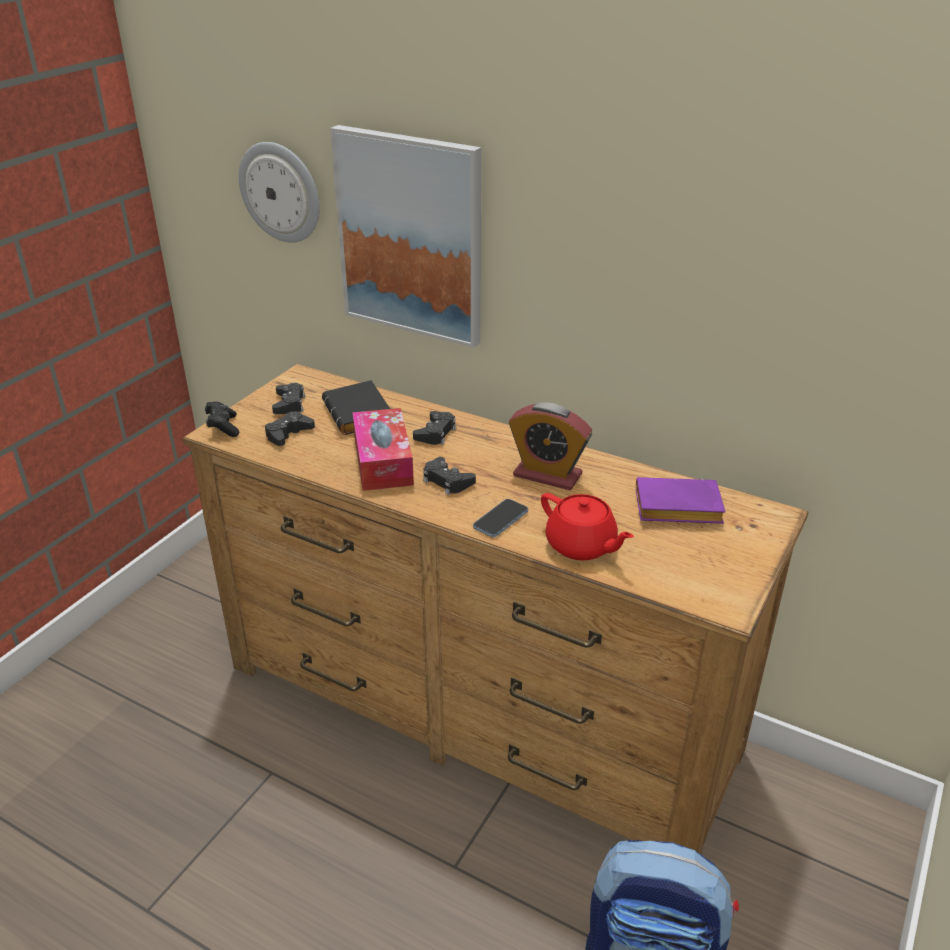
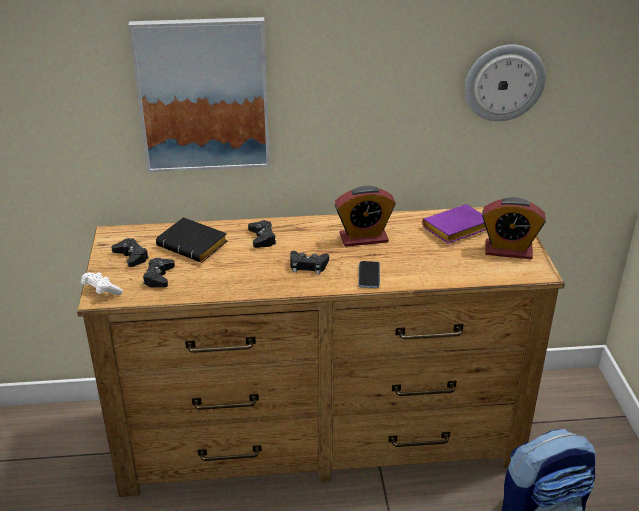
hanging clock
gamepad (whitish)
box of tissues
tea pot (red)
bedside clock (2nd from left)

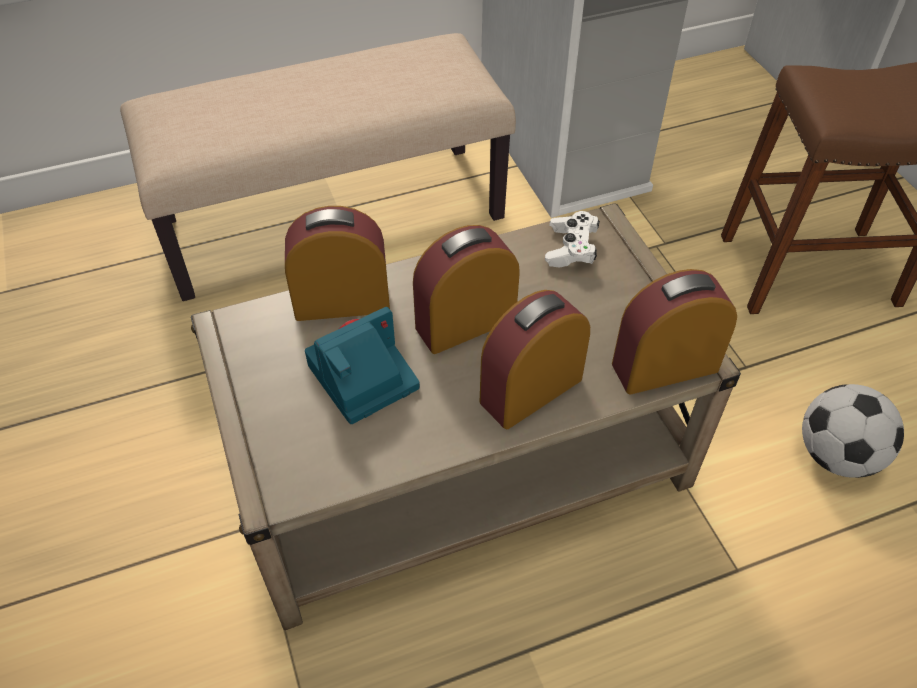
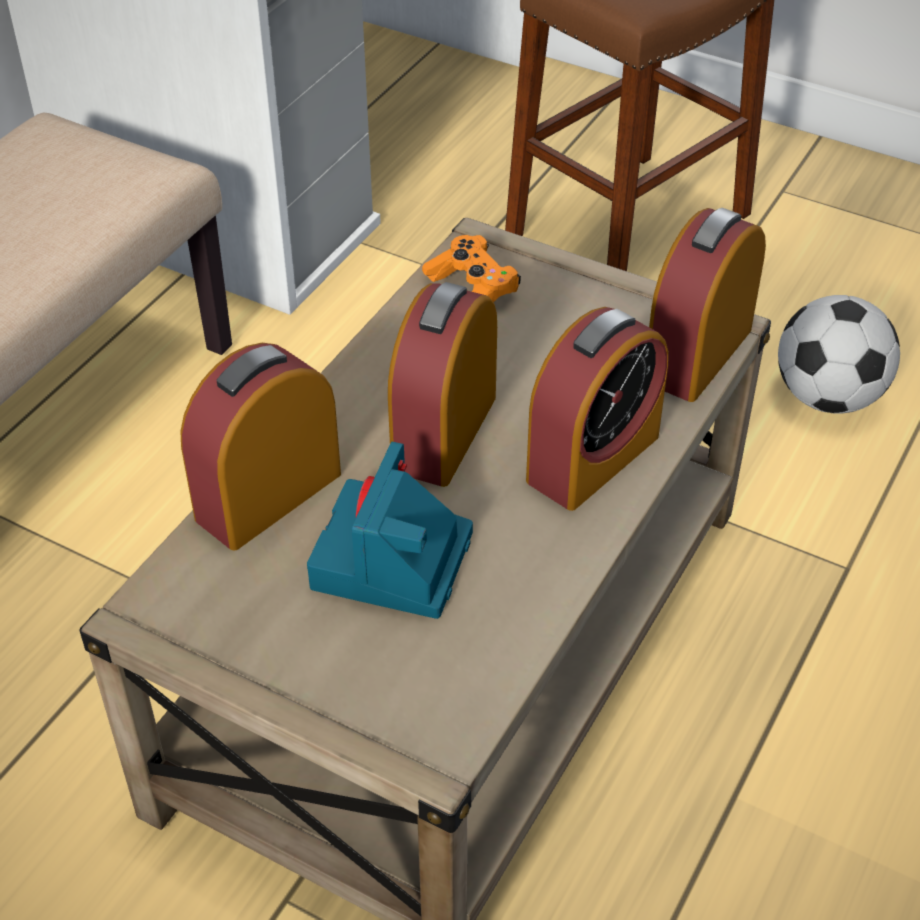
gamepad (orange)
bedside clock (3rd from left)

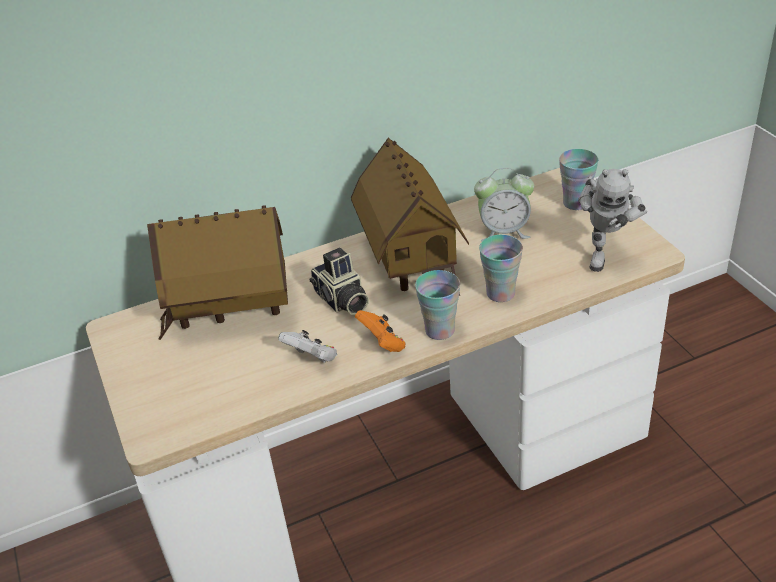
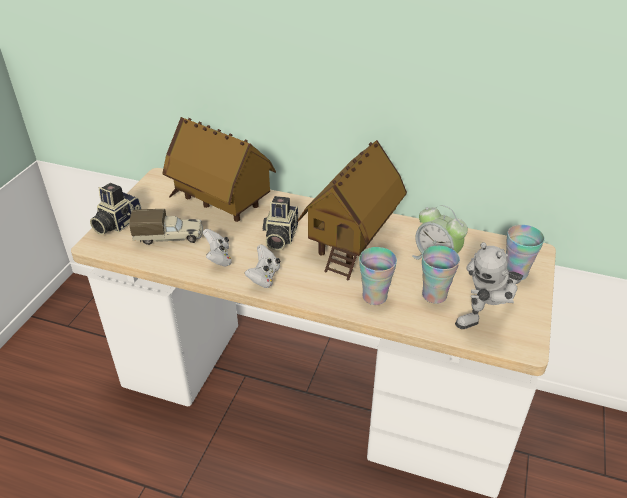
small cup (2nd from left)
gamepad (whitish) (2nd from left)
still camera (1st from left)
toy truck

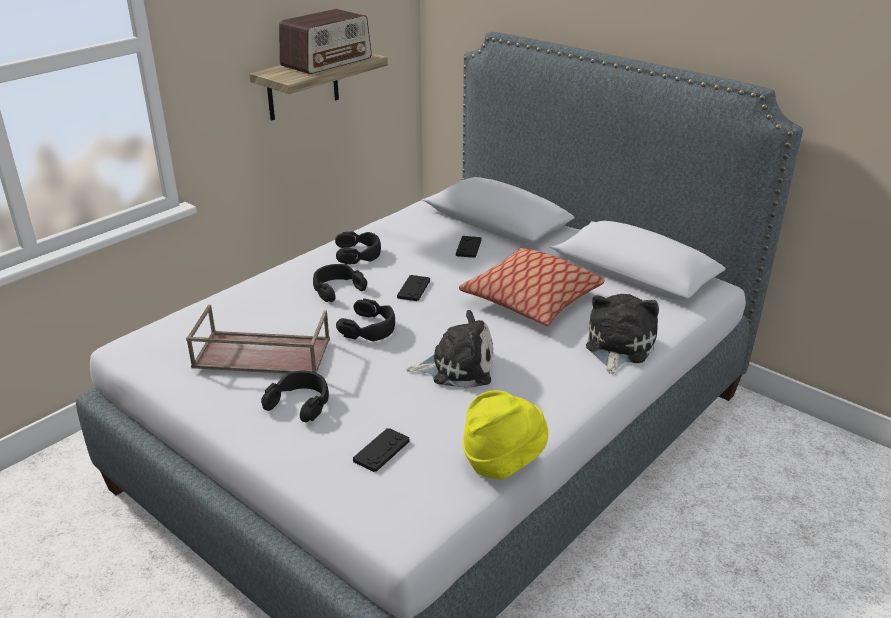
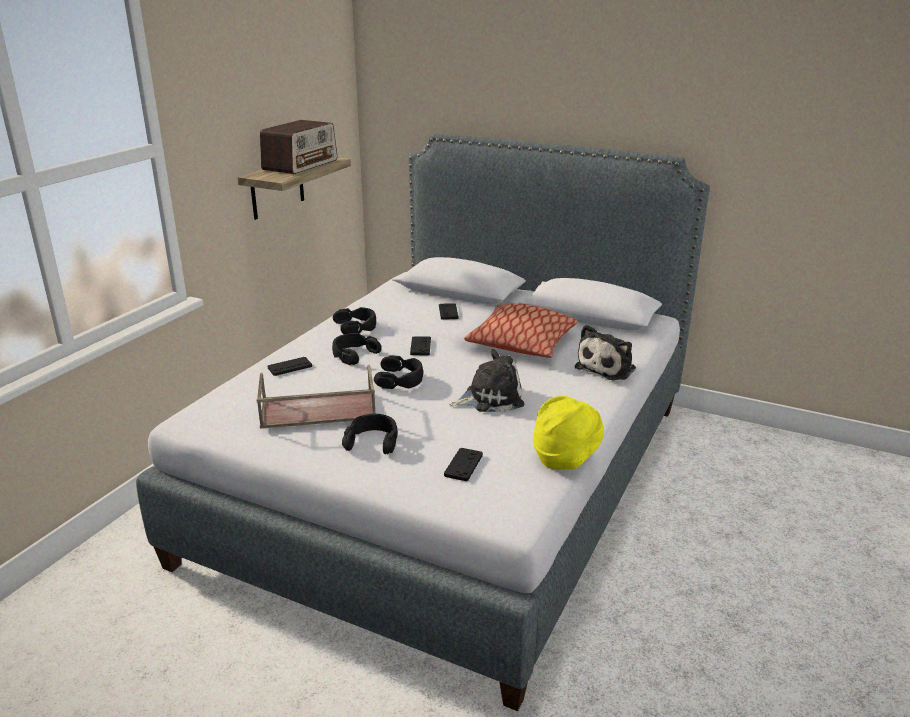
soft toy (2nd from left)
gamepad (black) (1st from left)

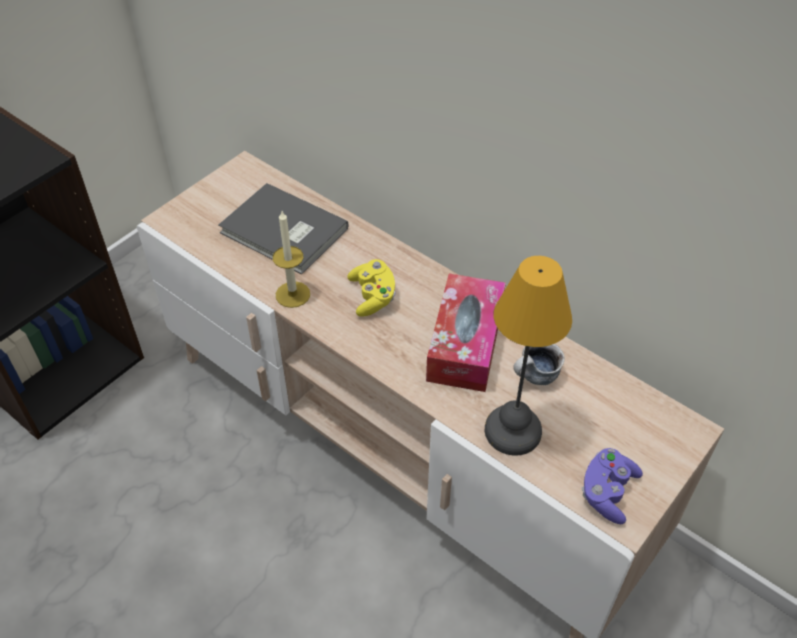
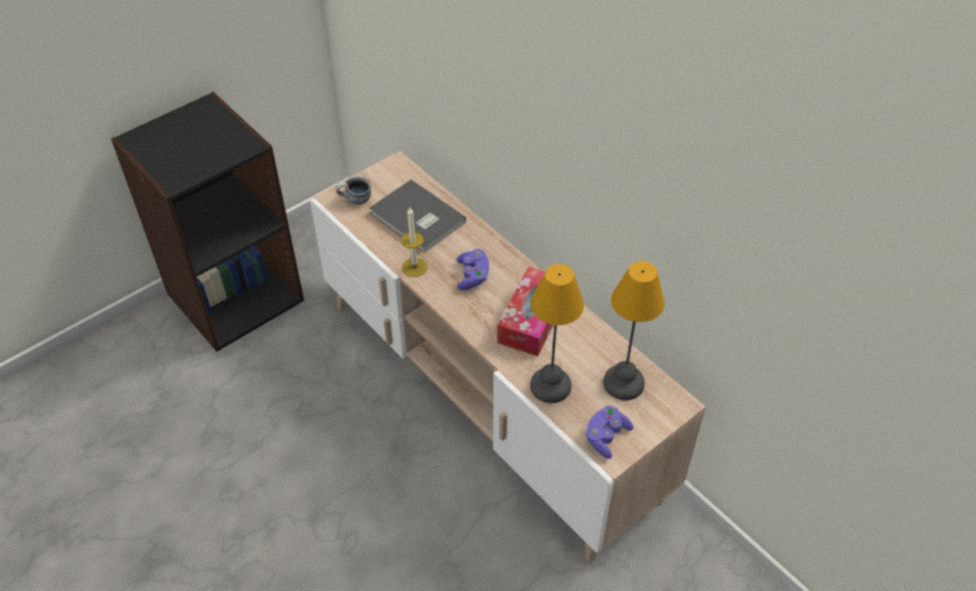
gamepad (purplish) (1st from left)
coffee mug
lamp for a table (2nd from left)

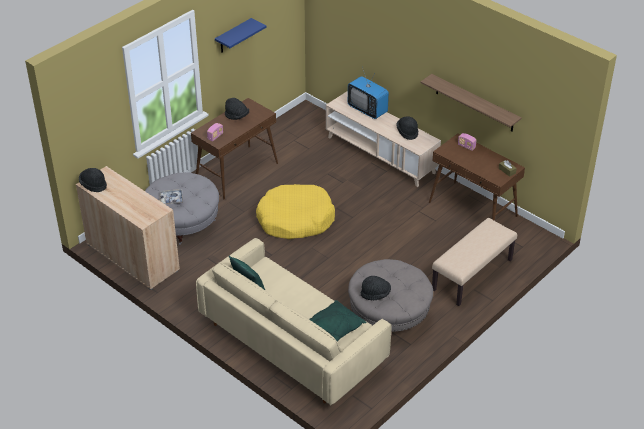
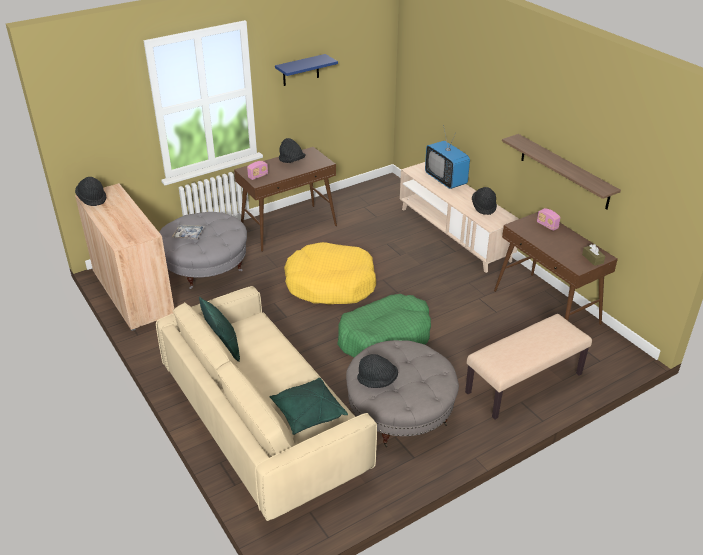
dog cushion (green-coloured)

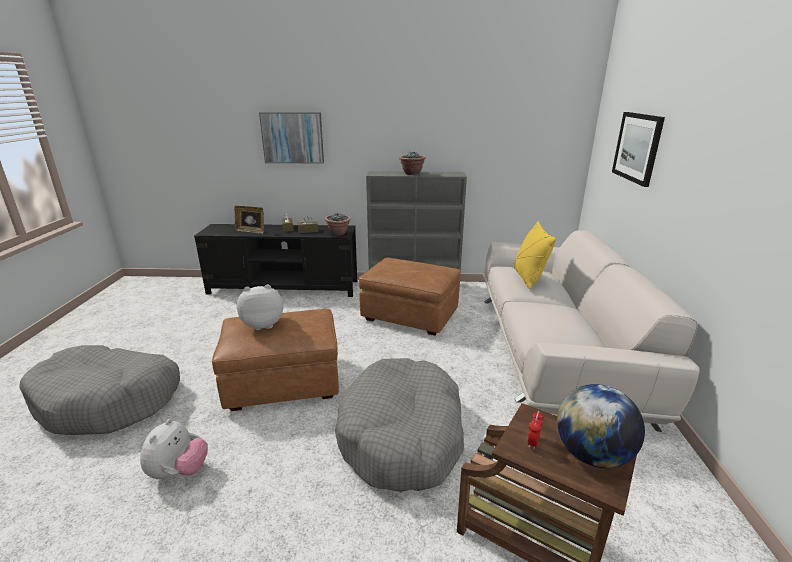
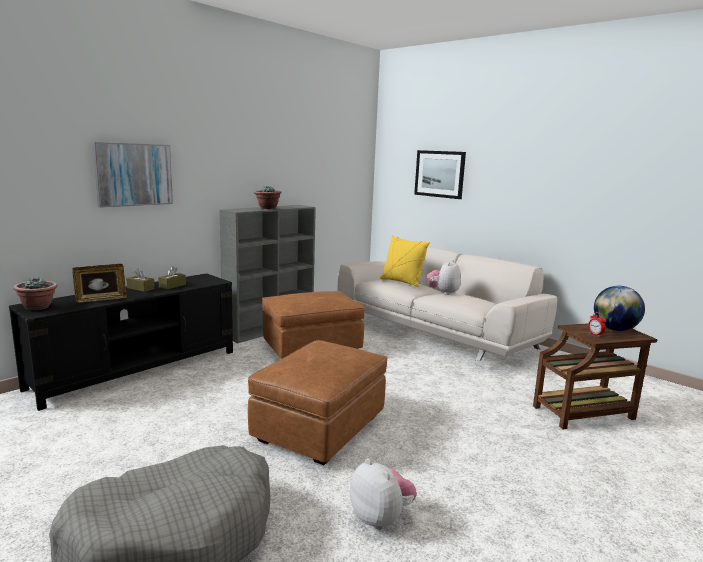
houseplant (1st from left)
soft toy (2nd from left)
dog cushion (grey) (2nd from left in the first image)

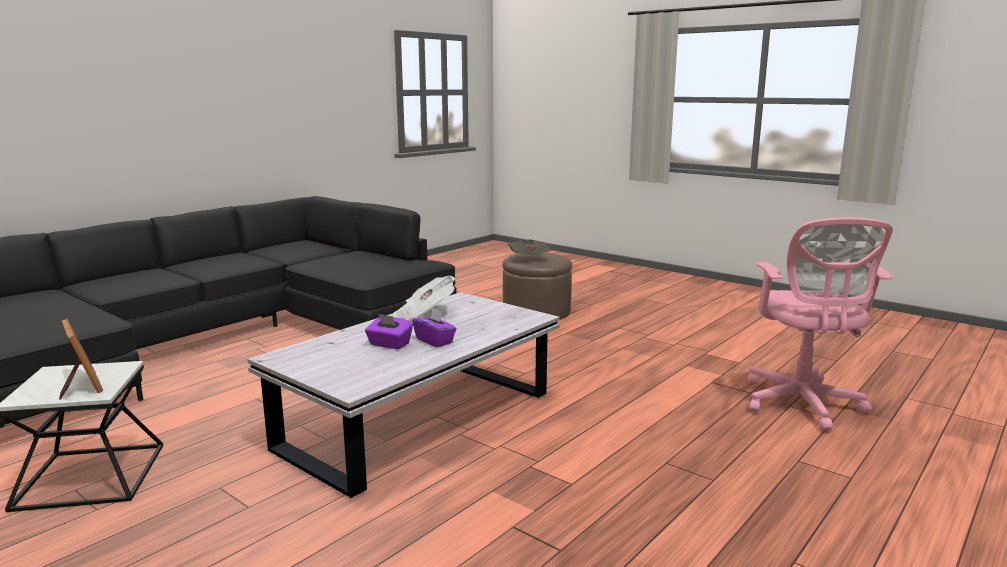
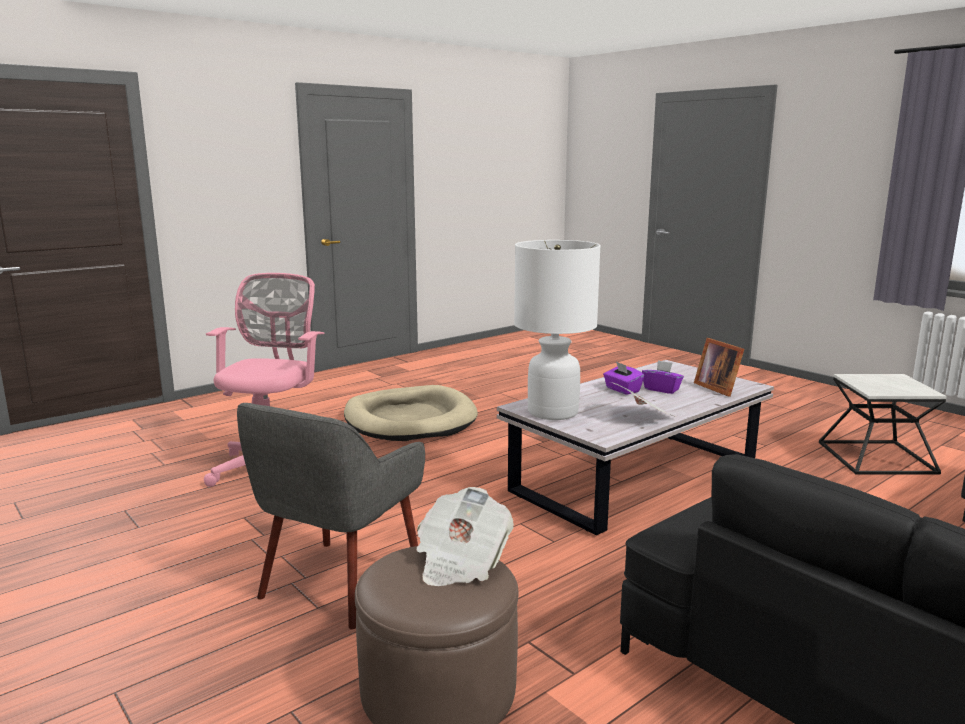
photo frame
lamp for a table (whitish)
dog cushion (sand-coloured)
lounge chair (grey)

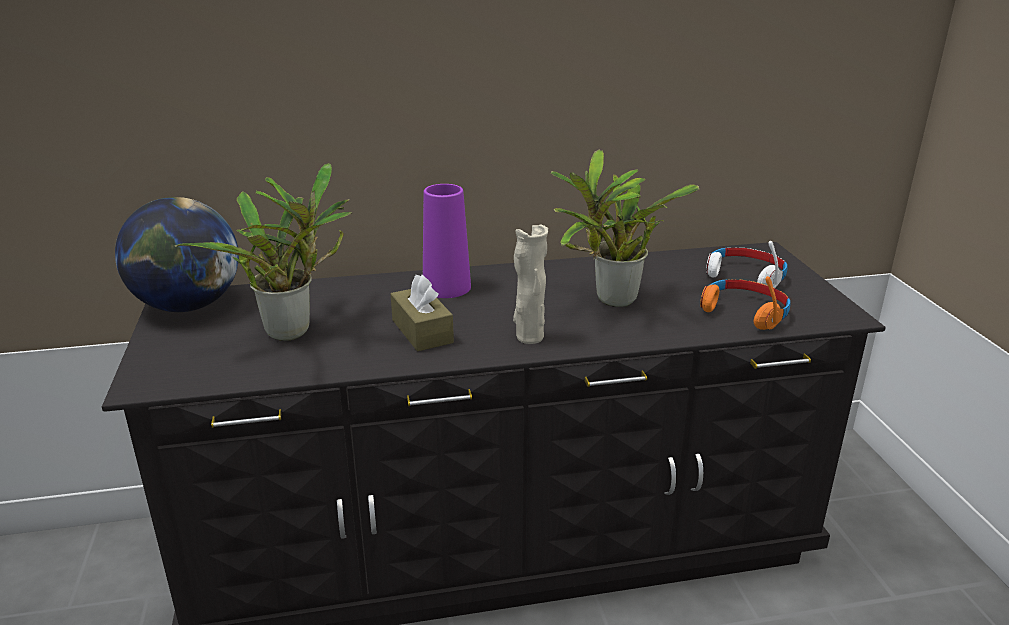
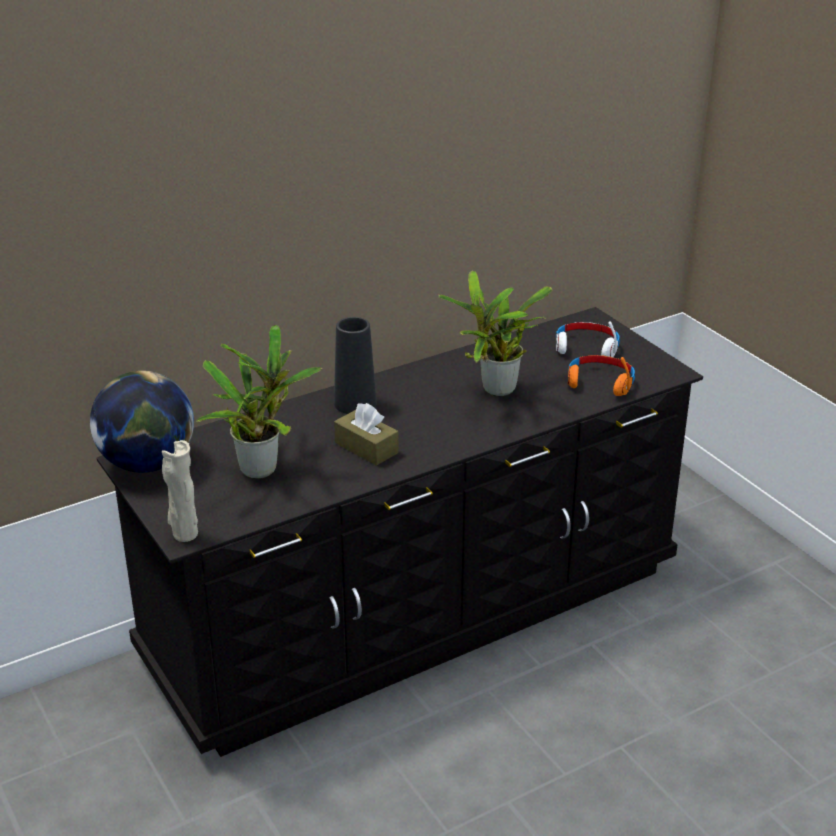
decorative vase (black)
decorative vase (sand-coloured)

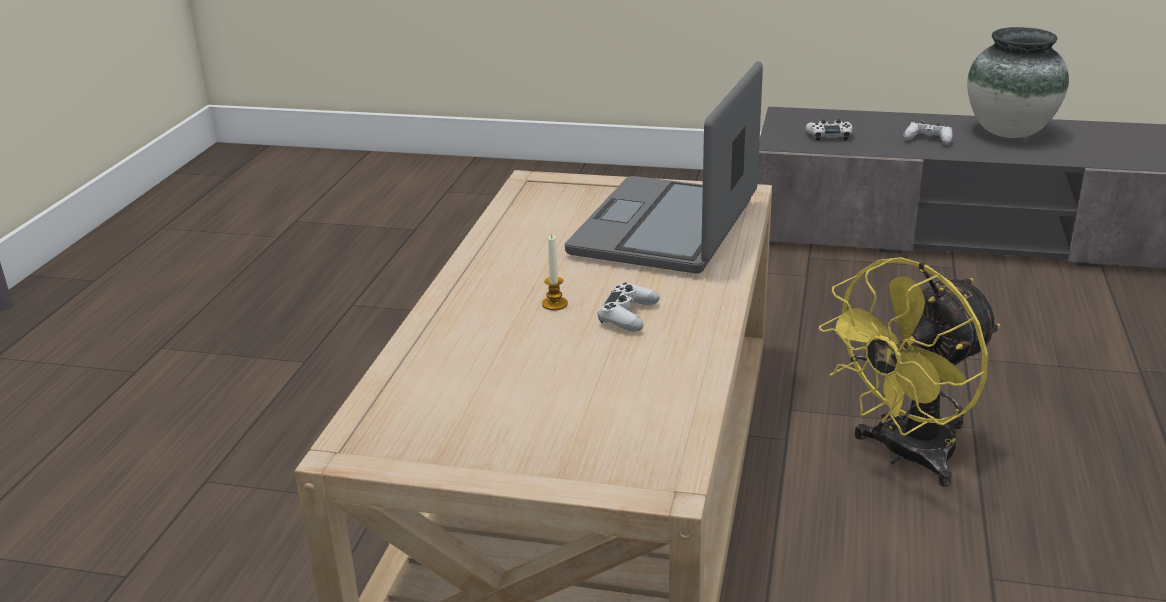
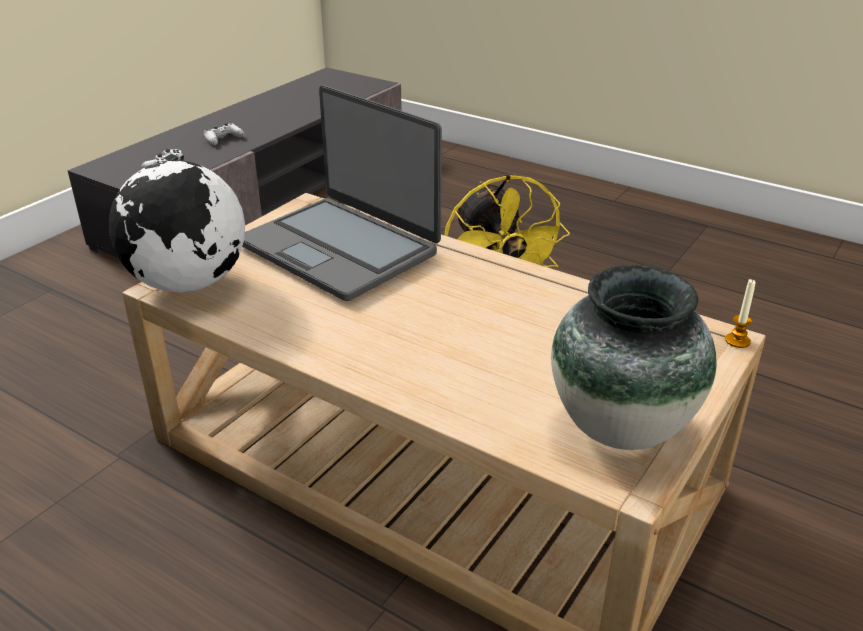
decorative vase
wax light
gamepad (whitish) (1st from left in the first image)
globe

